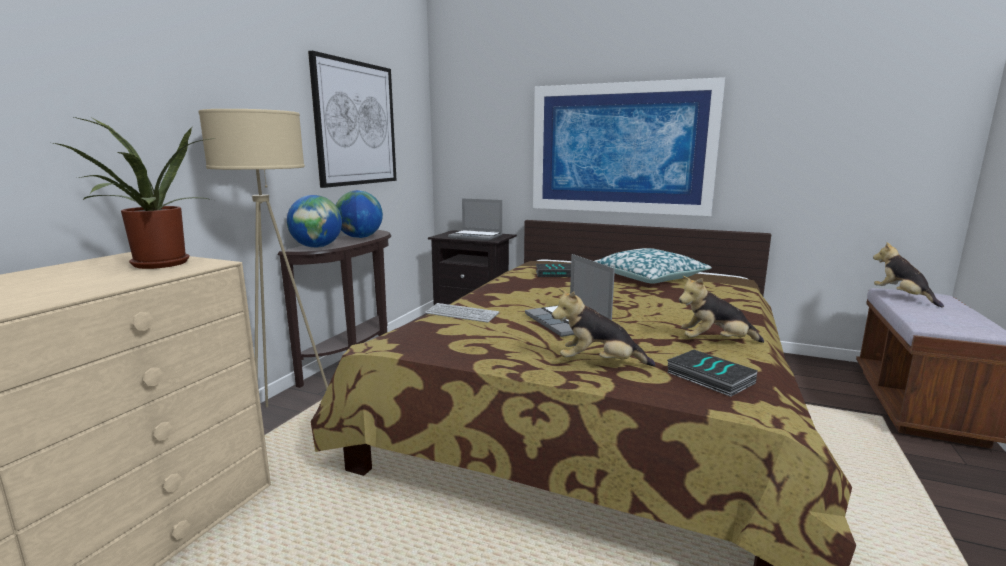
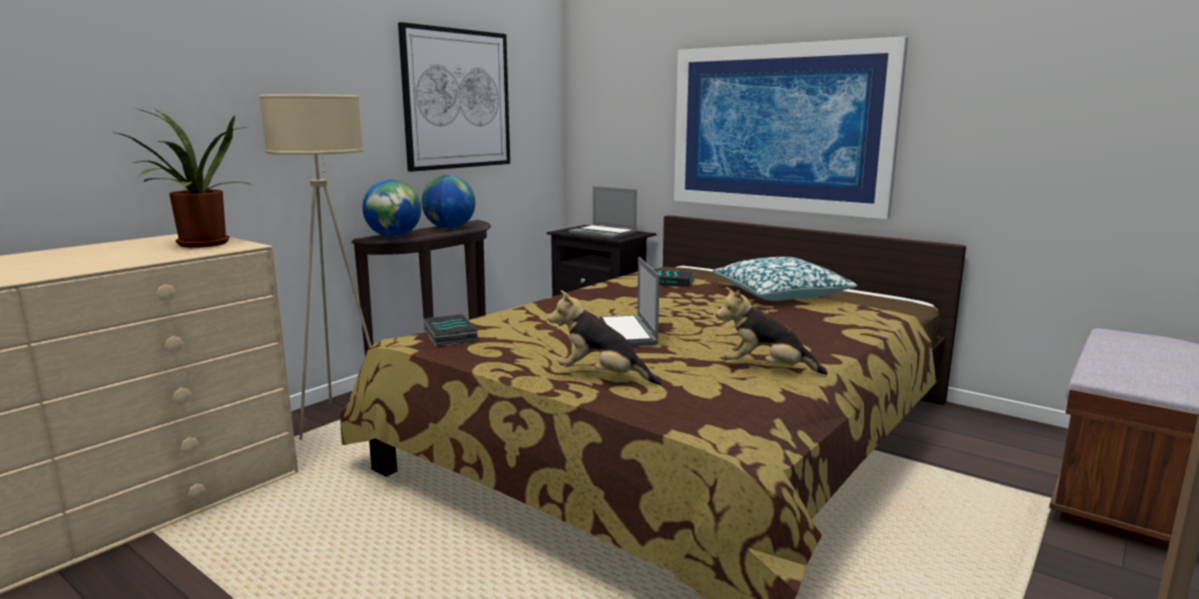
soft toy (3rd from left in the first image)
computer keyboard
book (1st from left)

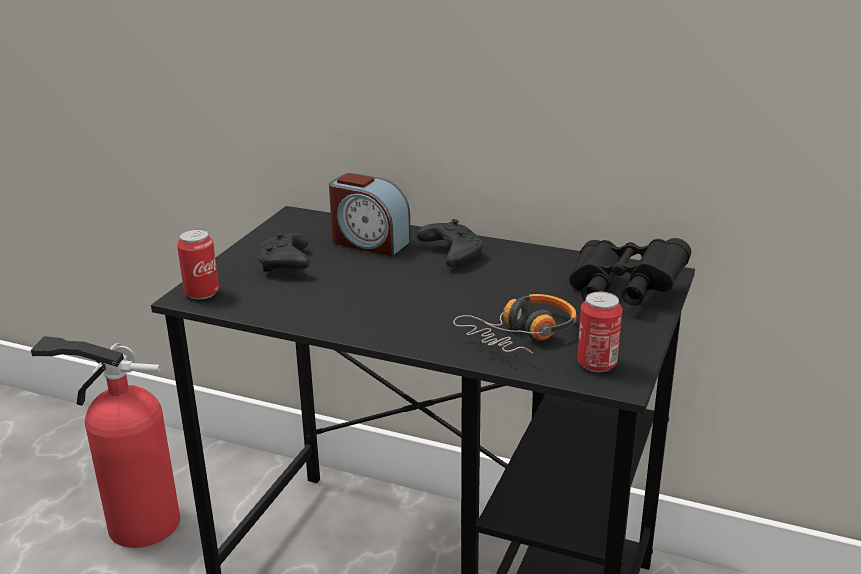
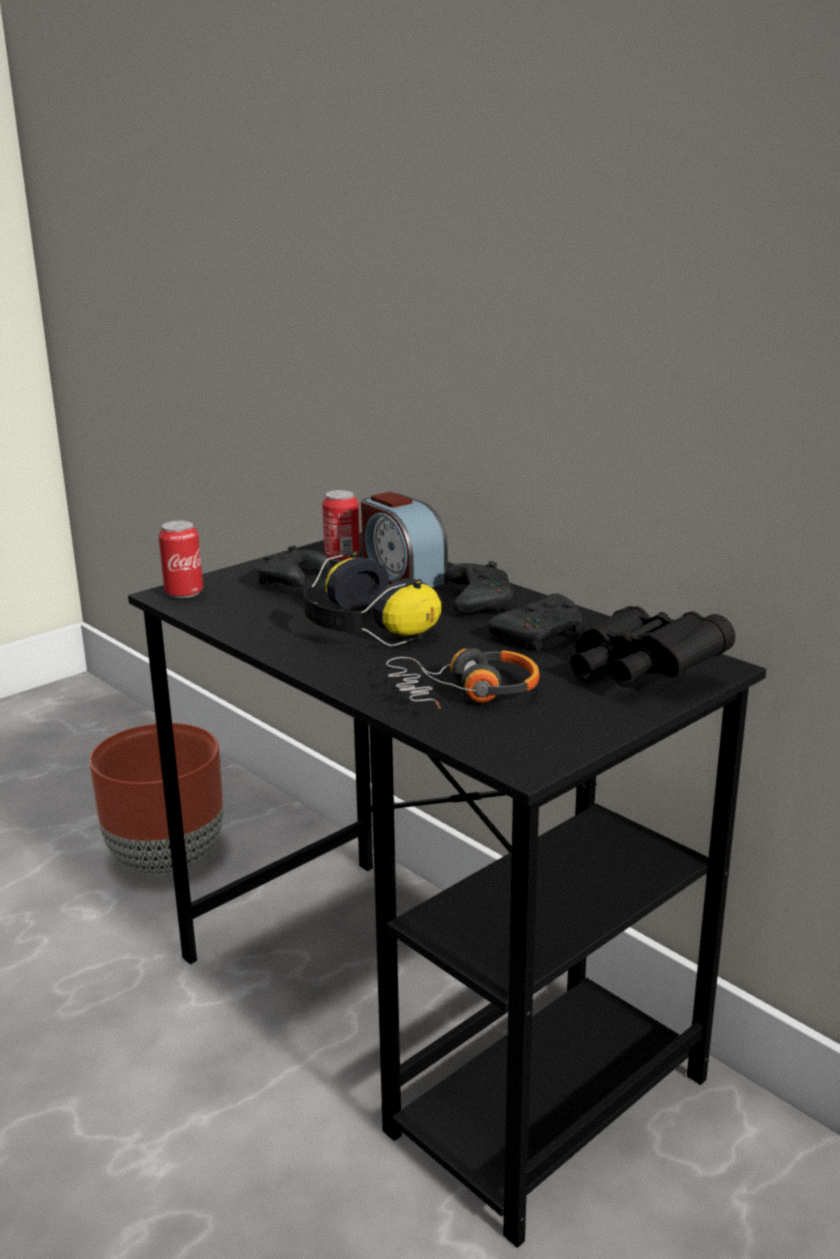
can (2nd from left)
plant pot (brownish)
pair of headphones (1st from left)
gamepad (black) (3rd from left)

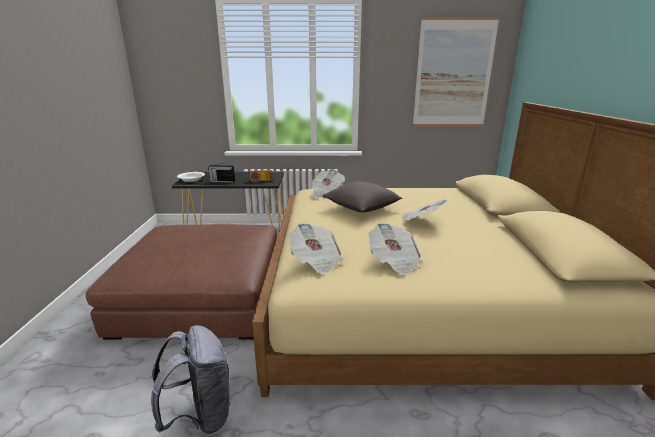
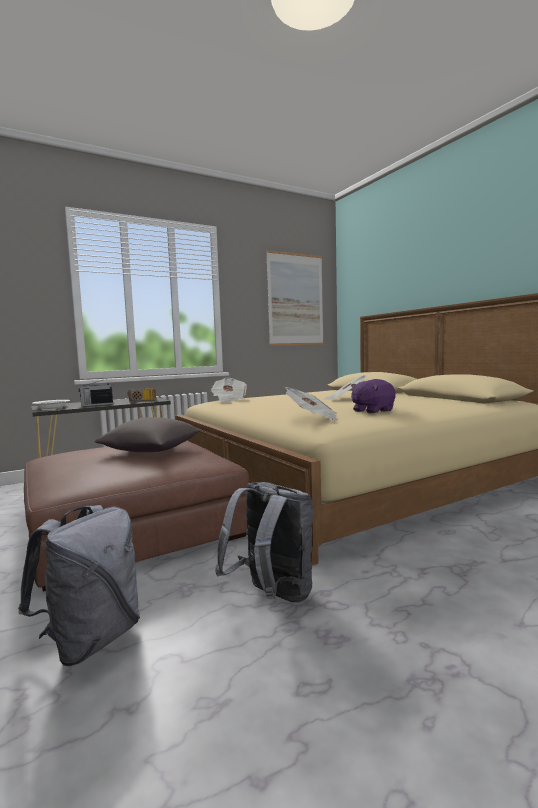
throw pillow (grey)
soft toy (purplish)
backpack (grey) (1st from left)

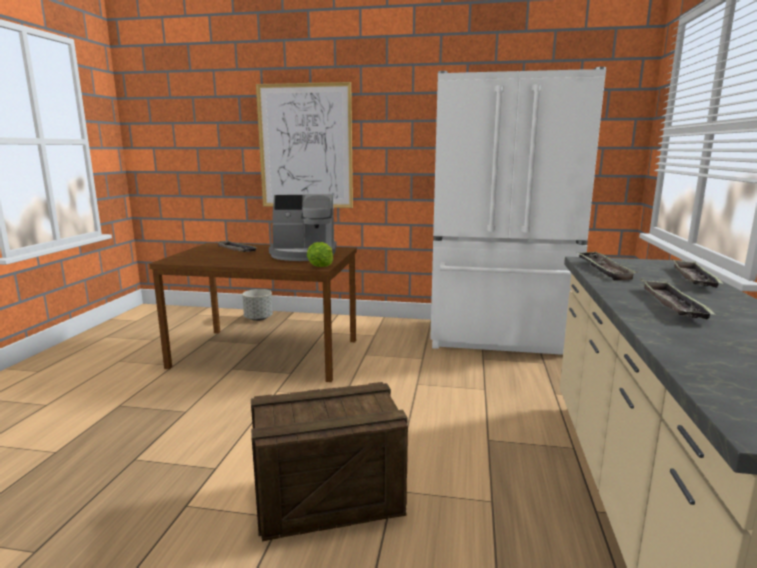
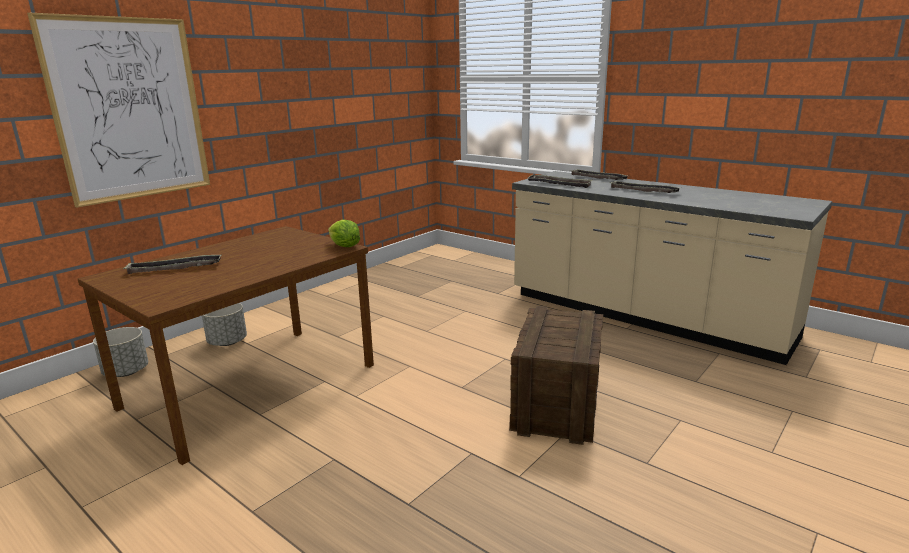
kitchen fridge (whitish)
coffee machine
plant pot (grey) (2nd from left)

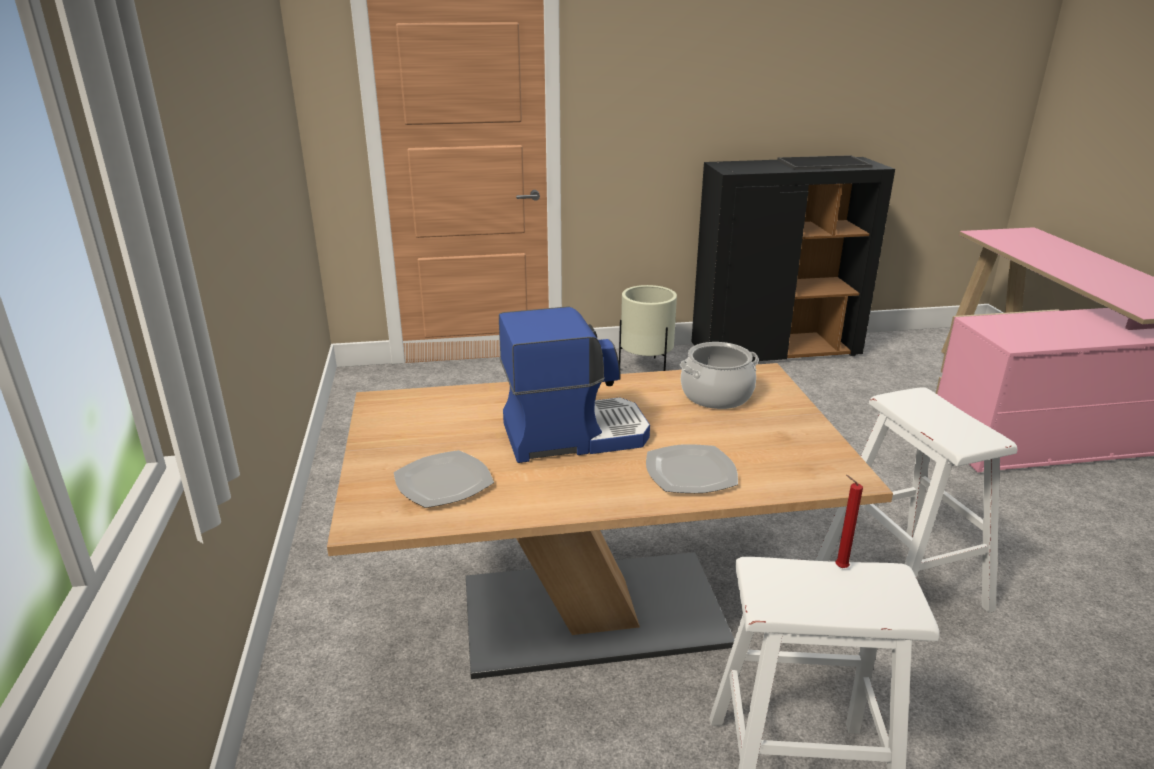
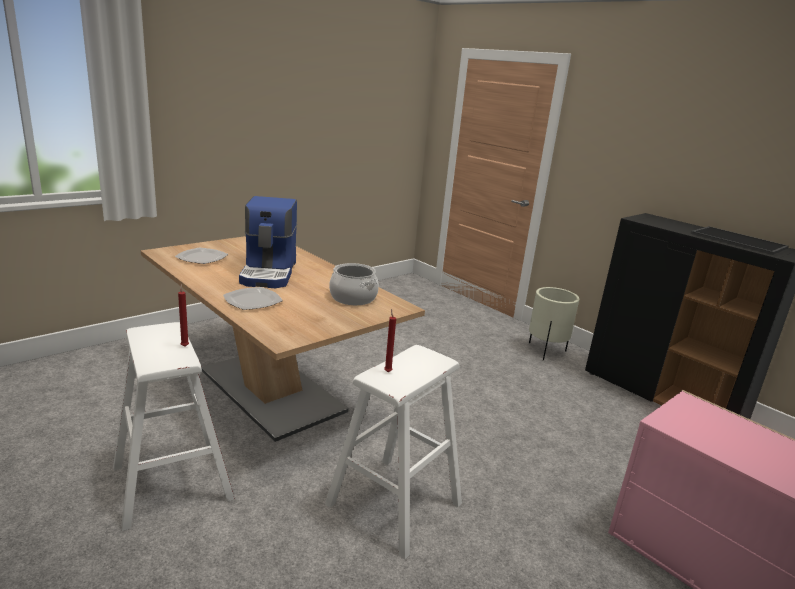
coffee machine
wax light (red) (2nd from left)

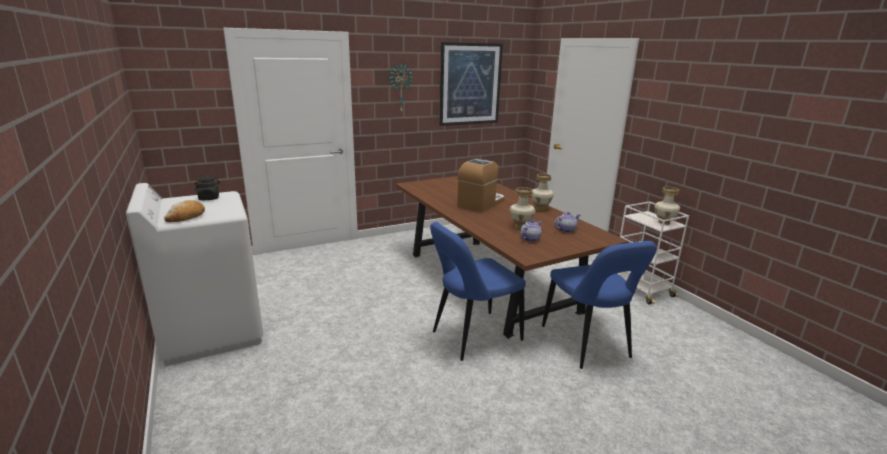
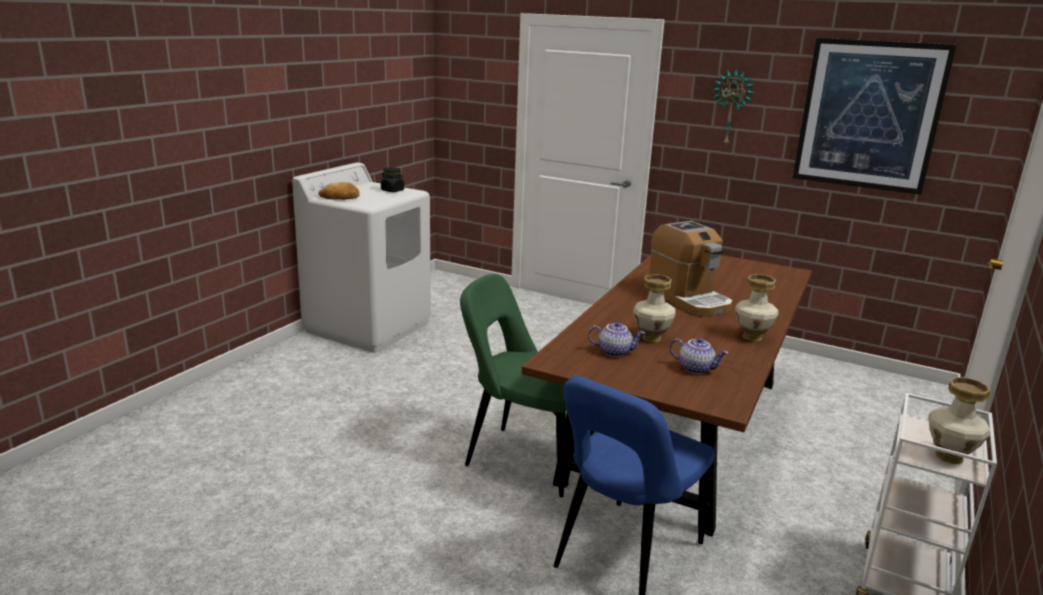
coffee machine
chair (green-coloured)

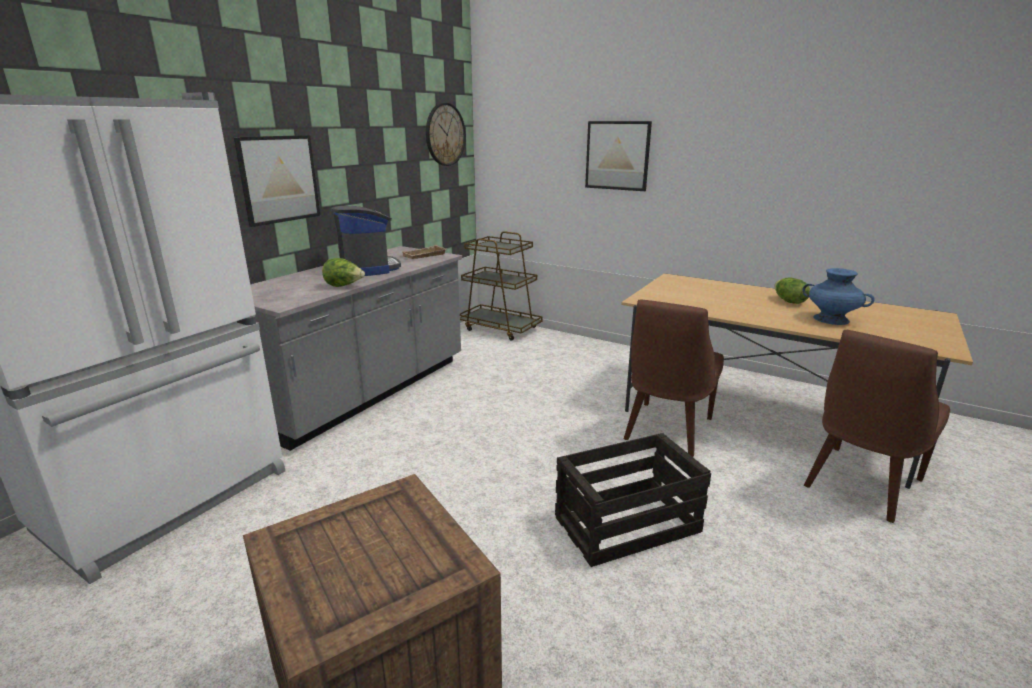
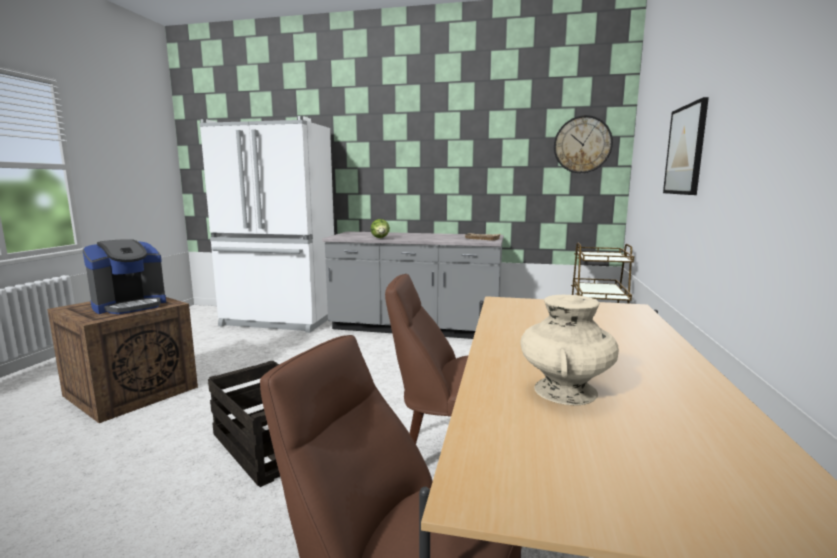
wall art (1st from left in the first image)
coffee machine
decorative vase (sand-coloured)
head of lettuce (2nd from left in the first image)

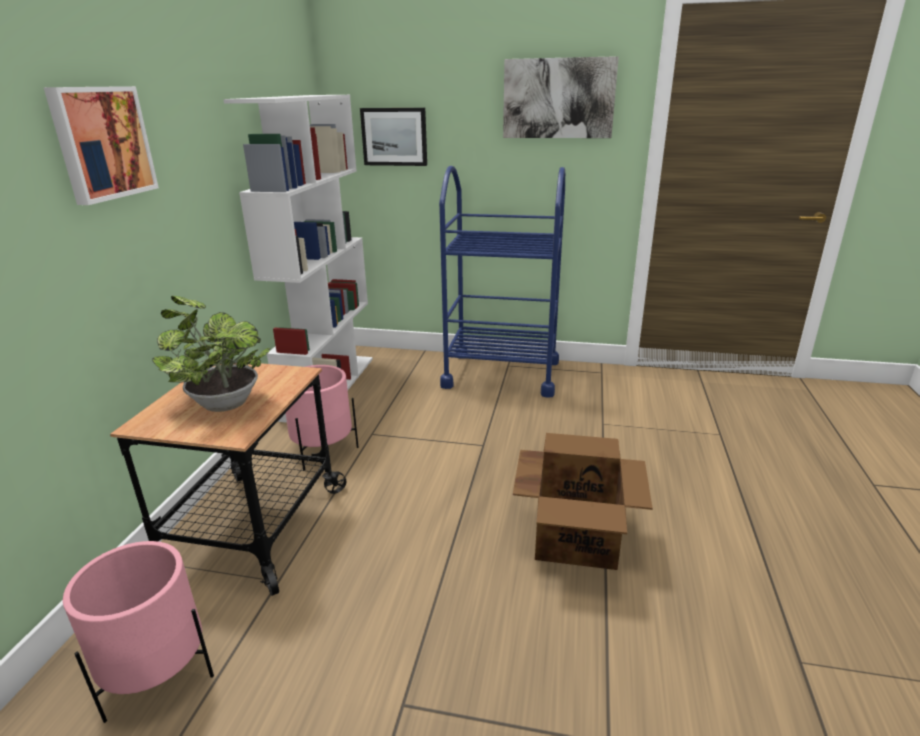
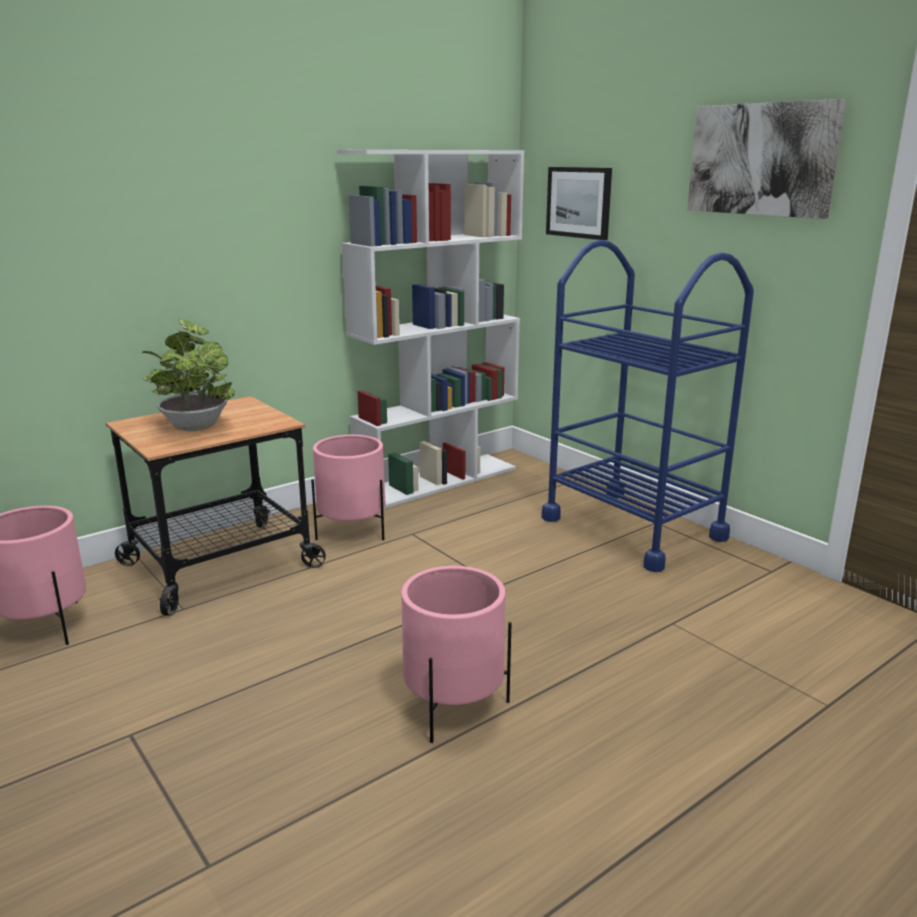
wall art (1st from left in the first image)
plant pot (pink) (3rd from left)

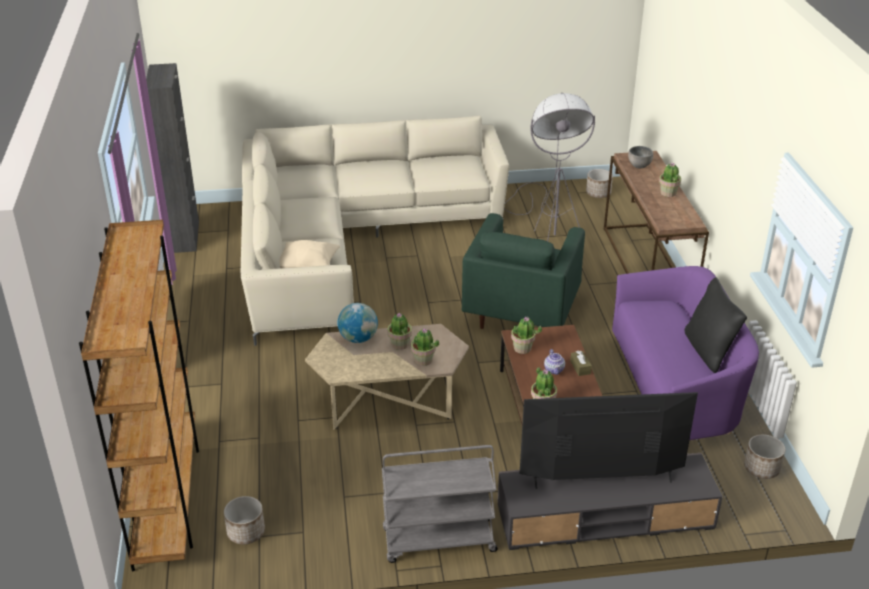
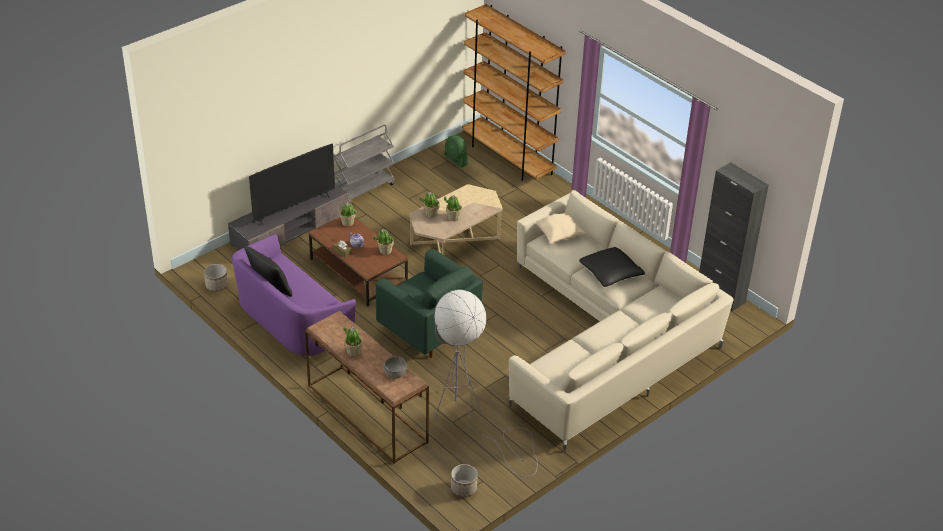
lounge chair (green-coloured)
globe
fan (green-coloured)
throw pillow (black) (2nd from left)

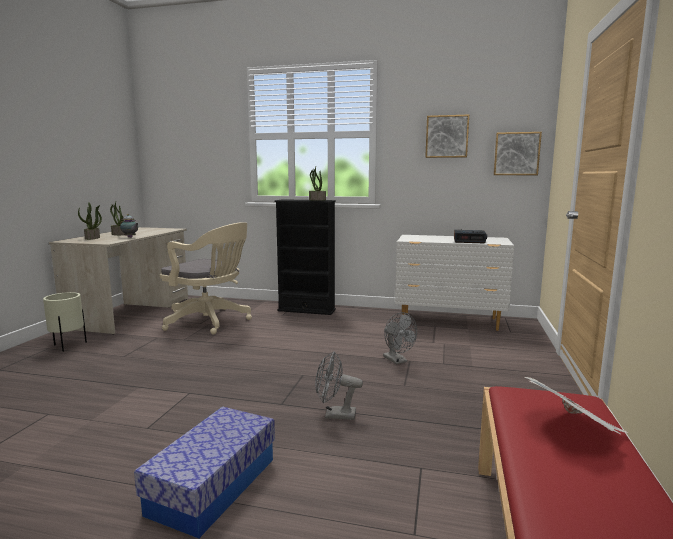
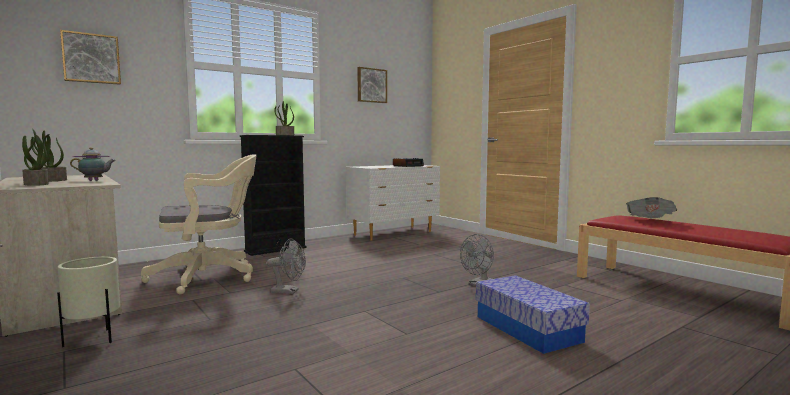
wall art (1st from left)
fan (grey) (1st from left)

